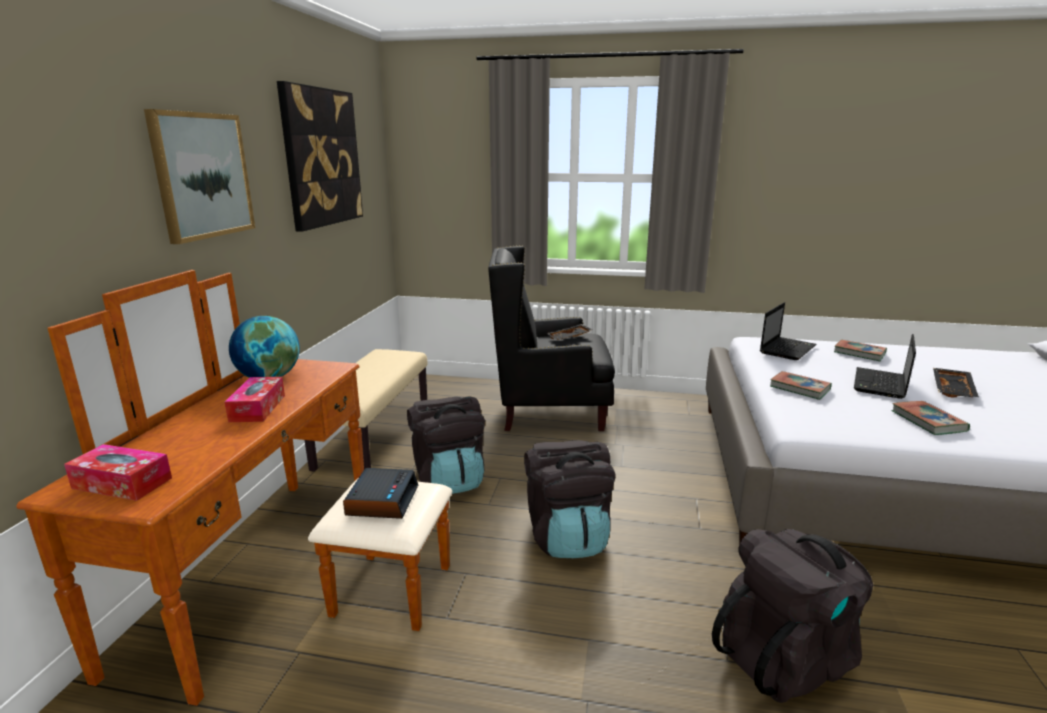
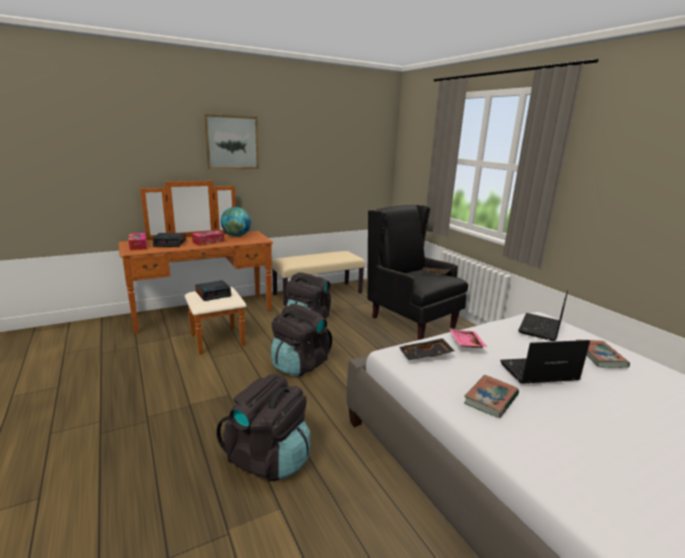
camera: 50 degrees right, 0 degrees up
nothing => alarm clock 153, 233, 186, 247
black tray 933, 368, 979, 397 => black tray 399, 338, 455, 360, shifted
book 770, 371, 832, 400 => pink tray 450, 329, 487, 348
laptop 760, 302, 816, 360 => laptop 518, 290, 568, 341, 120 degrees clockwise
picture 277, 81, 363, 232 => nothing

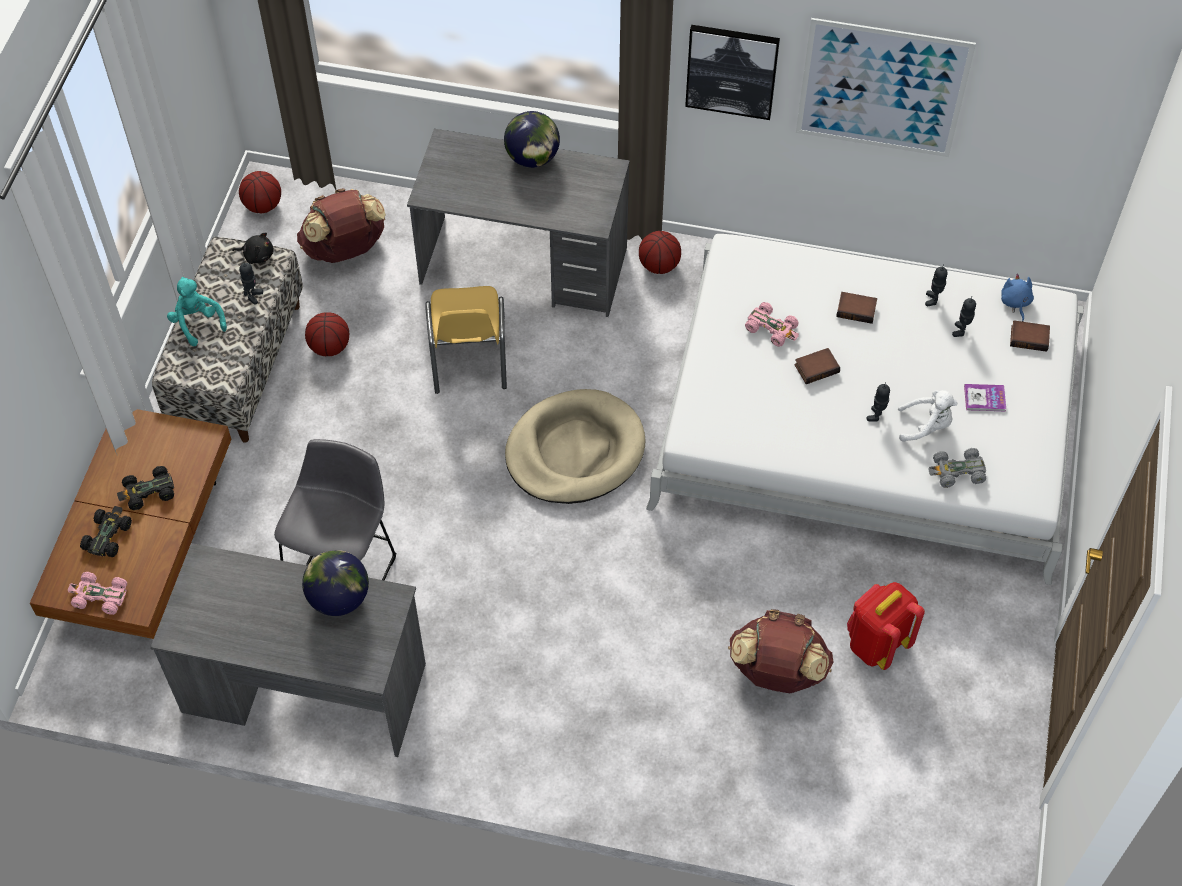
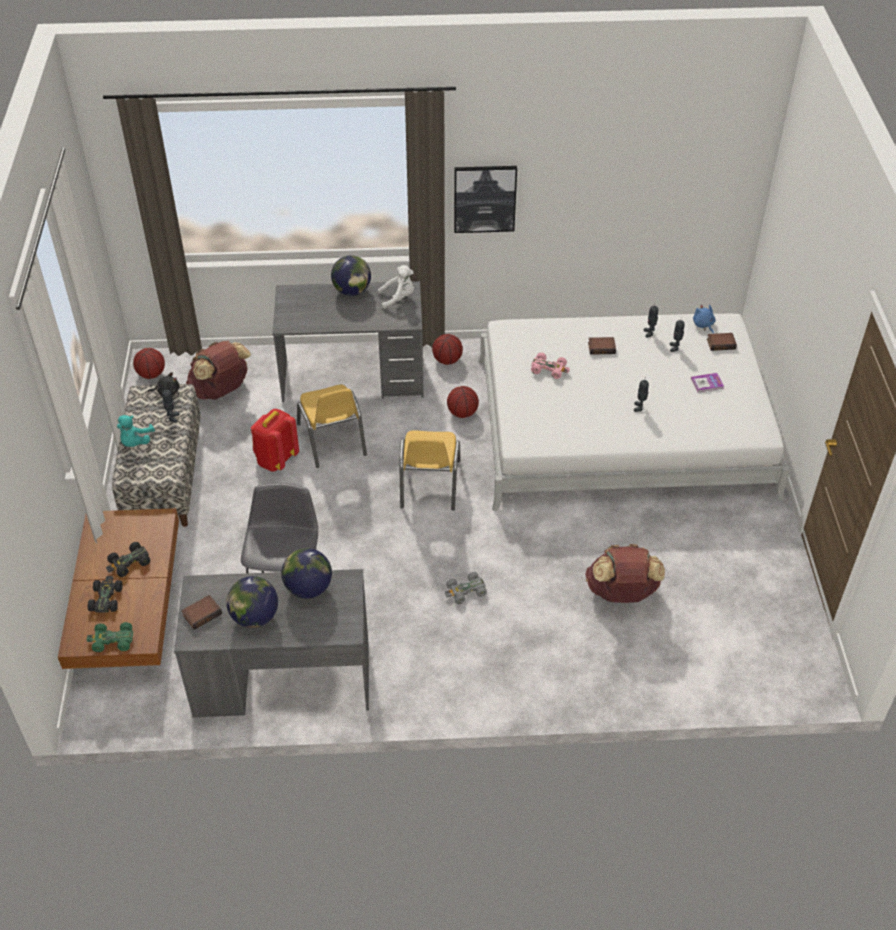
camera: 15 degrees left, 10 degrees down
pink toy car 68, 572, 127, 615 => green toy car 87, 622, 133, 652
turquoise plush toy 167, 277, 227, 346 => turquoise plush toy 117, 415, 155, 447, 120 degrees counterclockwise
book 794, 348, 840, 384 => book 181, 595, 222, 630, shifted
nothing => globe 226, 576, 278, 628
red backpack 847, 582, 925, 670 => red backpack 251, 409, 299, 472, shifted
white plush toy 898, 390, 958, 442 => white plush toy 378, 265, 414, 309, shifted
beige dog bed 505, 389, 646, 504 => yellow chair 399, 430, 460, 511
grey toy car 928, 448, 986, 488 => grey toy car 445, 572, 487, 604, shifted
basketball 305, 312, 349, 356 => basketball 447, 386, 479, 418, shifted
picture 796, 18, 976, 157 => nothing

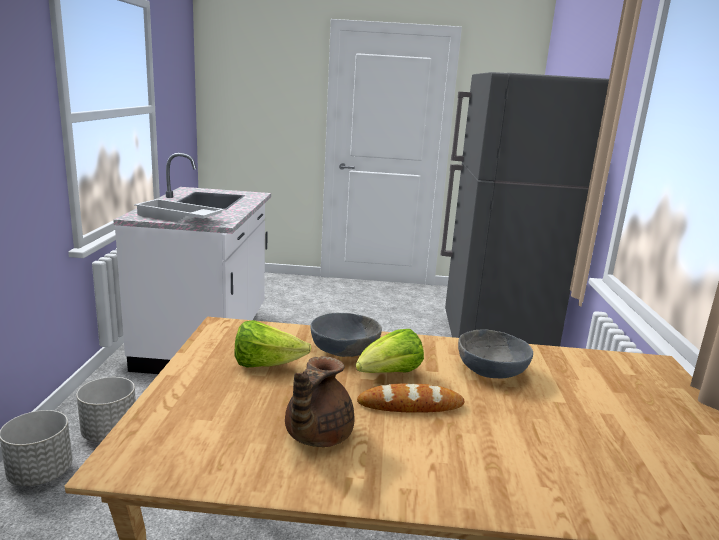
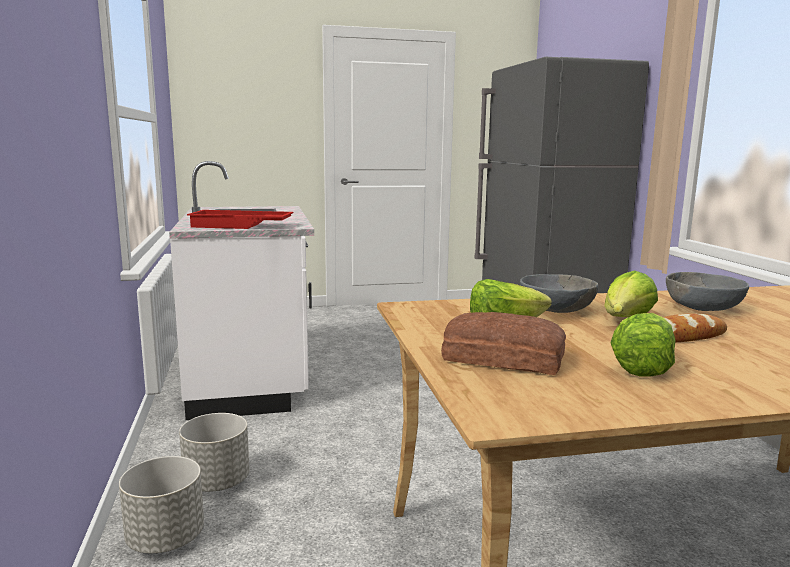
camera: 15 degrees left, 5 degrees down
white tray 134, 199, 224, 222 => red tray 187, 210, 294, 229
nothing => bread 441, 312, 566, 375
brown teapot 285, 356, 354, 447 => lettuce 610, 313, 676, 377

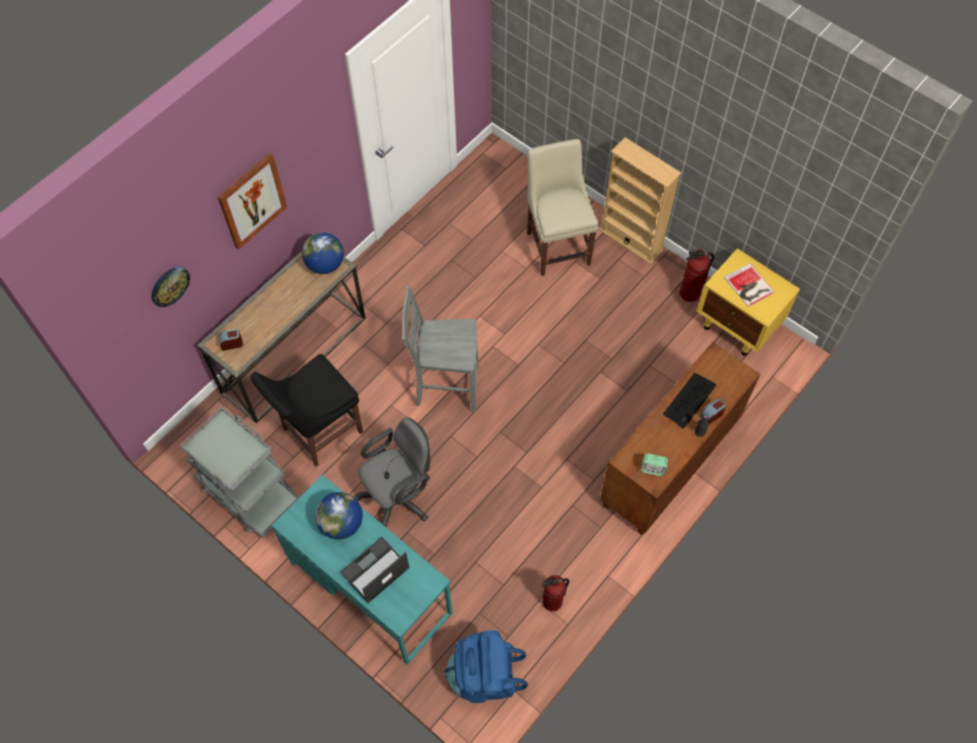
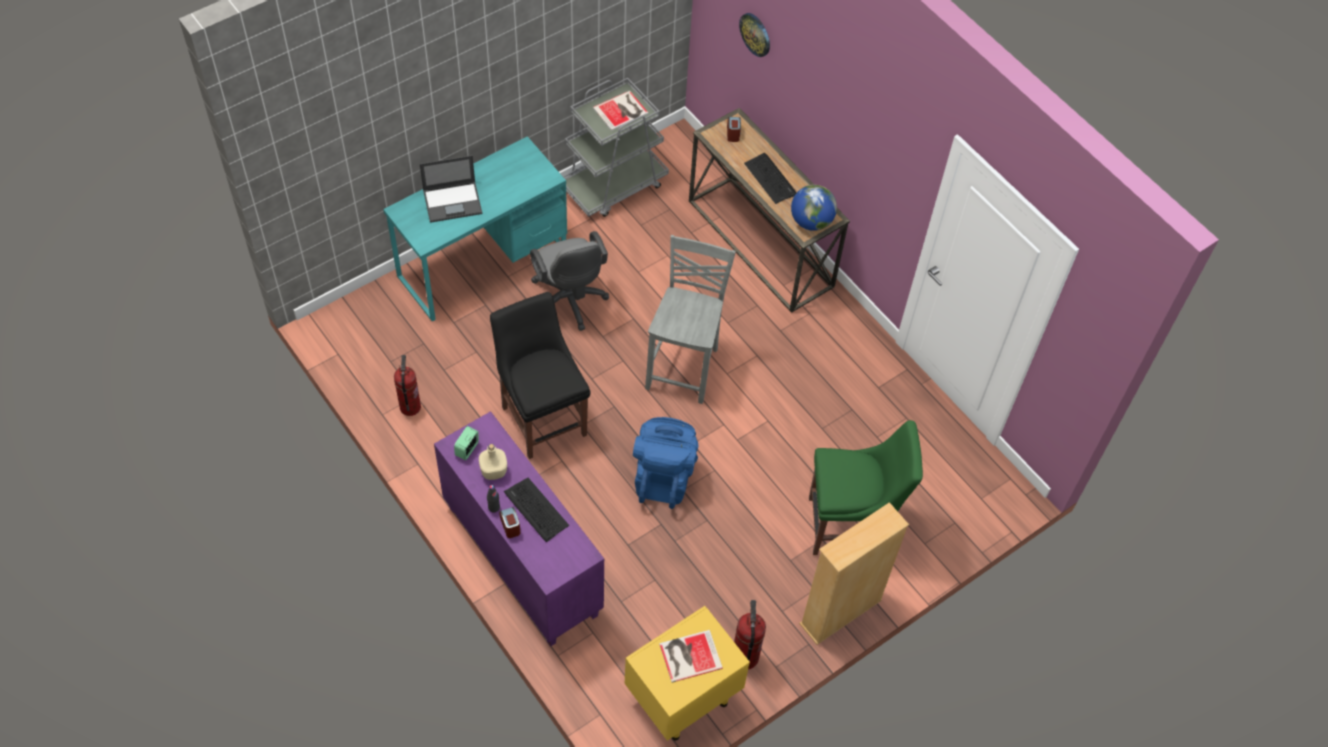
camera: 100 degrees right, 5 degrees down
laptop 340, 537, 410, 603 => laptop 420, 155, 482, 223, 105 degrees clockwise
brown cabinet 600, 342, 760, 535 => purple cabinet 434, 411, 604, 646
nothing => beige bottle 479, 444, 507, 480
black chair 251, 354, 363, 467 => black chair 490, 292, 591, 459, shifted
nothing => book 593, 91, 648, 131
blue backpack 445, 630, 528, 703 => blue backpack 633, 417, 699, 509, shifted
nothing => keyboard 744, 153, 796, 204
beige chair 527, 139, 599, 276 => green chair 809, 420, 923, 555
picture 218, 153, 287, 250 => nothing
globe 315, 492, 363, 539 => nothing

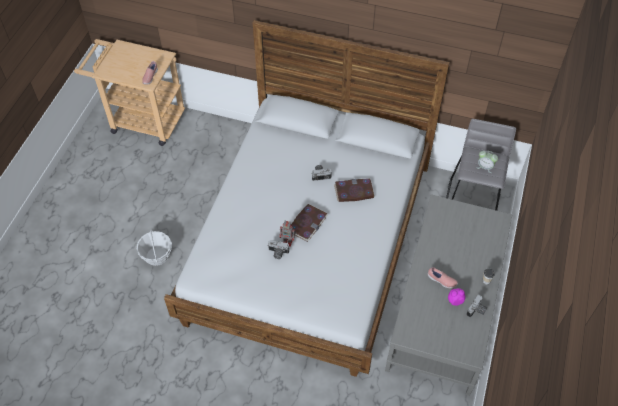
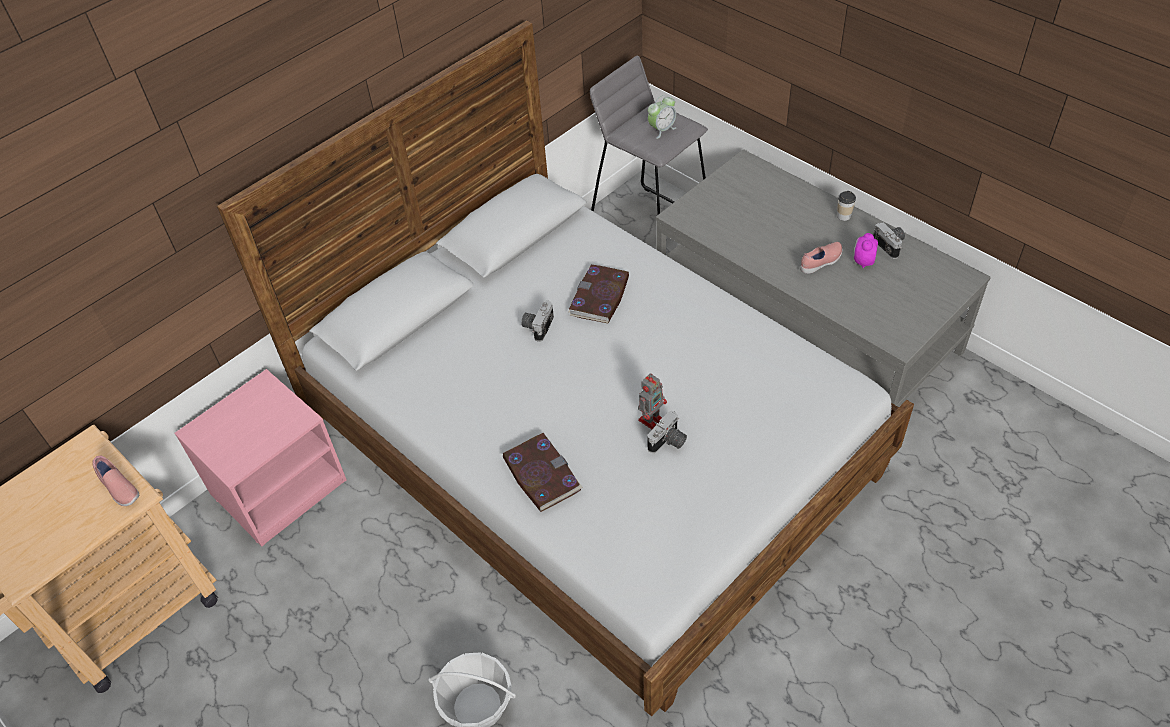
camera: 60 degrees left, 5 degrees down
nothing => pink nightstand 175, 369, 347, 547
book 291, 204, 327, 242 => book 503, 433, 583, 512, shifted

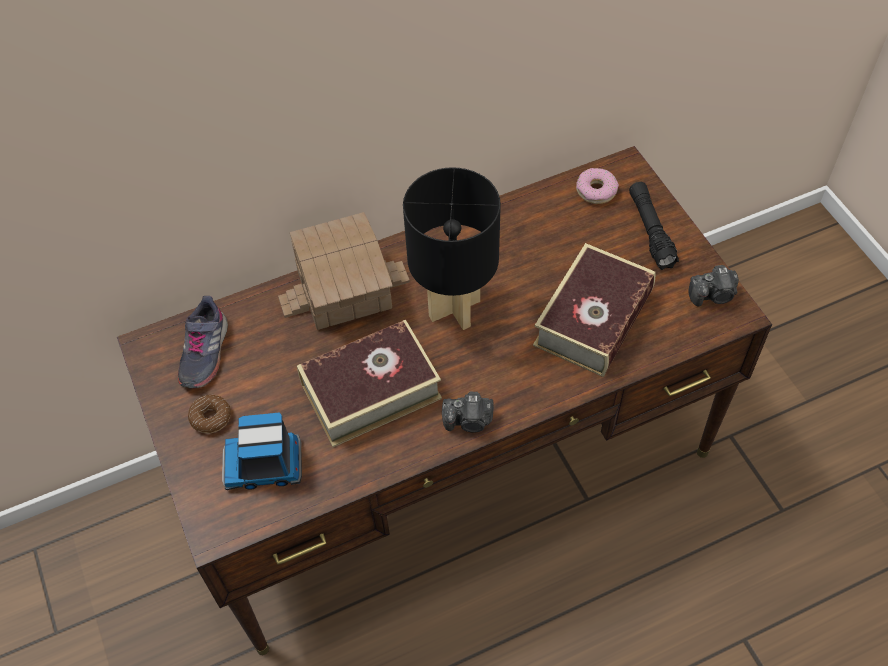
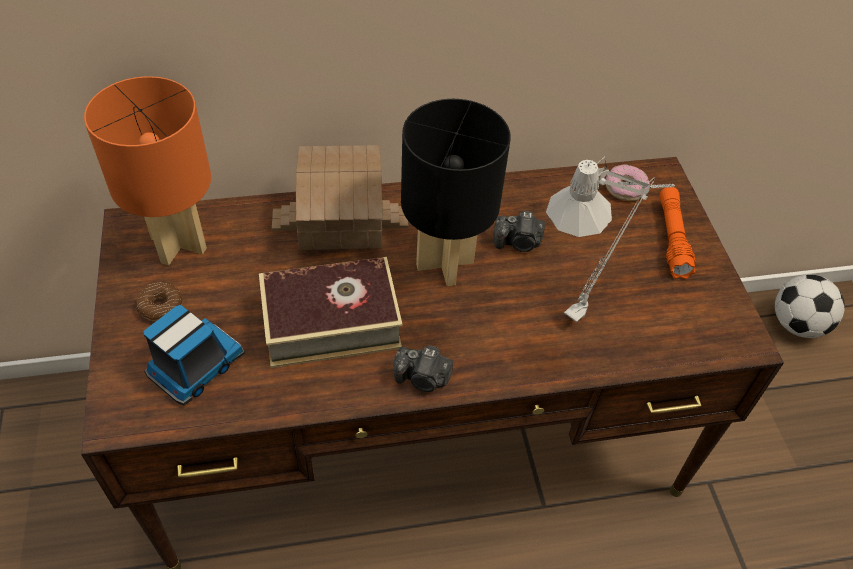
camera: 10 degrees right, 5 degrees down
grey shoe 178, 296, 228, 389 => orange table lamp 84, 76, 211, 265
toy truck 222, 412, 302, 490 => toy truck 143, 305, 245, 406, 120 degrees clockwise
photo camera 688, 265, 739, 307 => photo camera 493, 211, 545, 252, shifted
book 533, 243, 655, 377 => grey table lamp 546, 156, 675, 322
black flashlight 629, 182, 679, 270 => orange flashlight 659, 187, 696, 279
nothing => football 775, 275, 845, 338

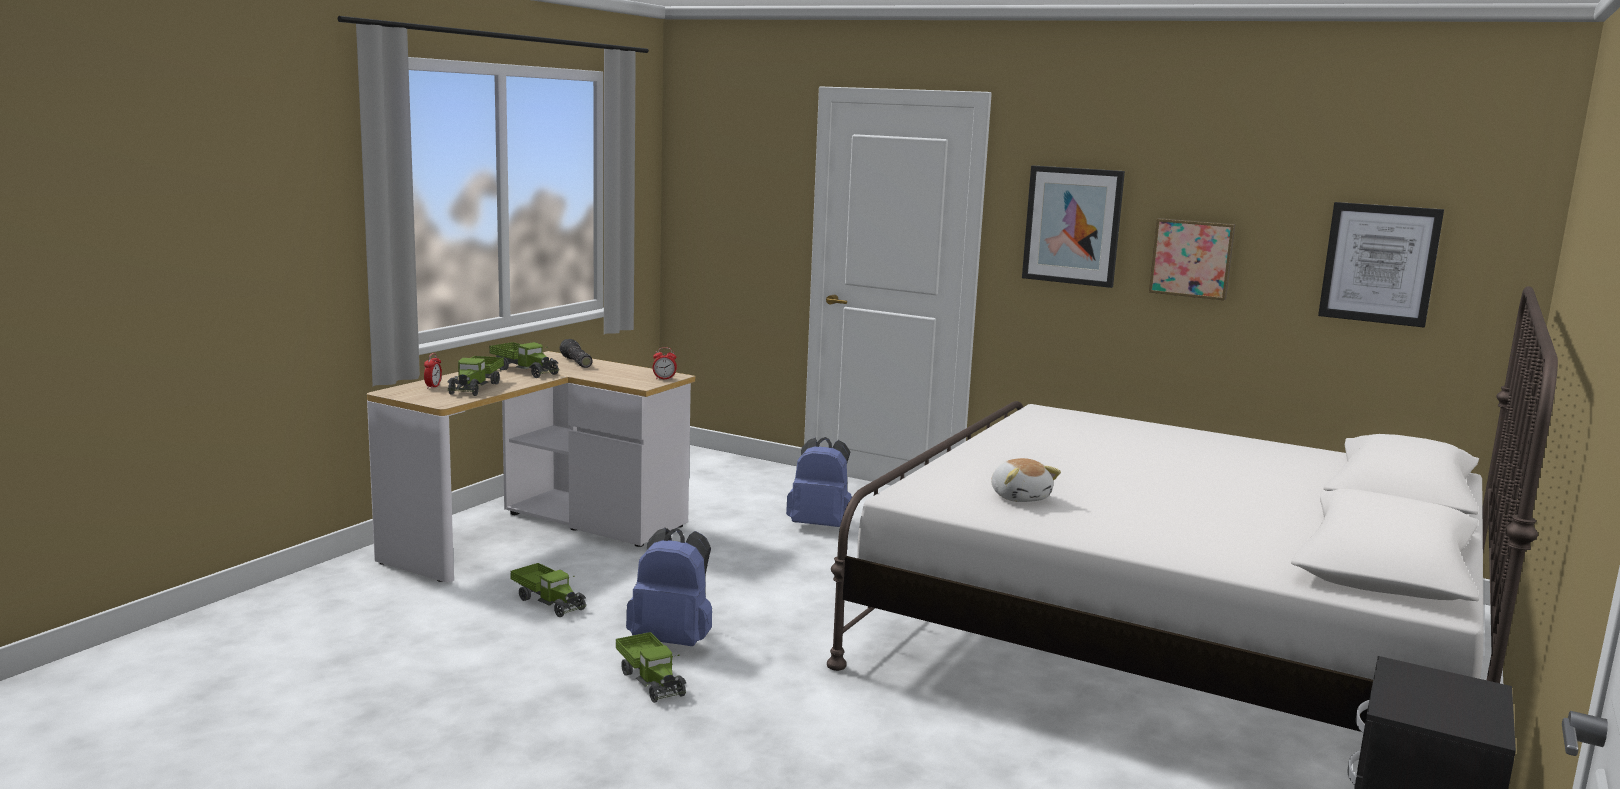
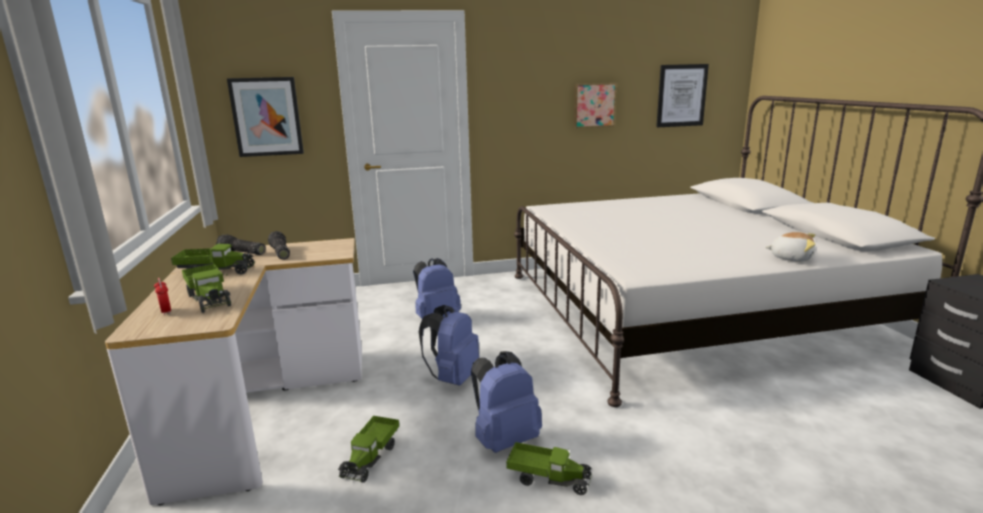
camera: 40 degrees left, 5 degrees up
picture 1022, 165, 1125, 288 => picture 227, 77, 304, 157, shifted
nothing => flashlight 268, 231, 290, 260
toy truck 510, 563, 586, 617 => toy truck 338, 416, 399, 483, 105 degrees clockwise
nothing => blue backpack 419, 305, 479, 386
plush toy 991, 458, 1061, 502 => plush toy 765, 232, 815, 262, shifted
alarm clock 653, 347, 677, 380 => nothing

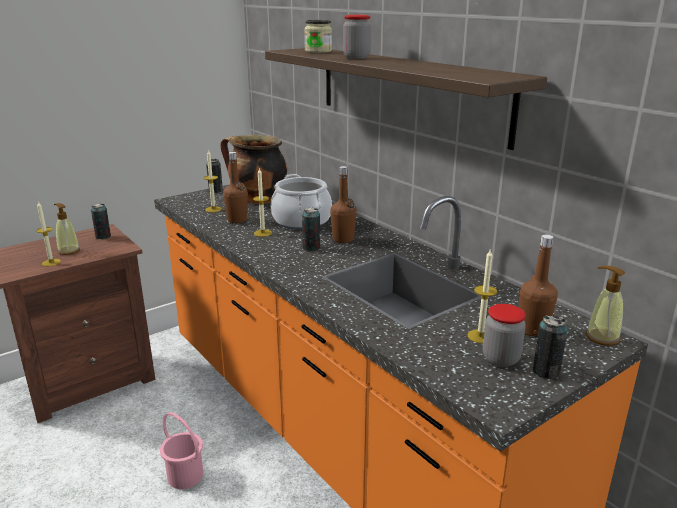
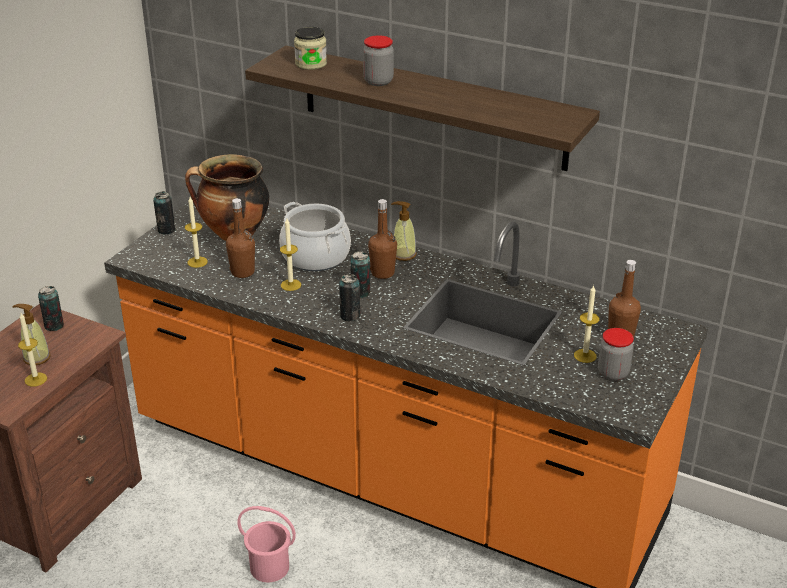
camera: 25 degrees left, 10 degrees up
can 533, 315, 568, 379 => can 339, 274, 360, 322, shifted
soap dispenser 586, 266, 625, 346 => soap dispenser 391, 201, 417, 261, shifted

